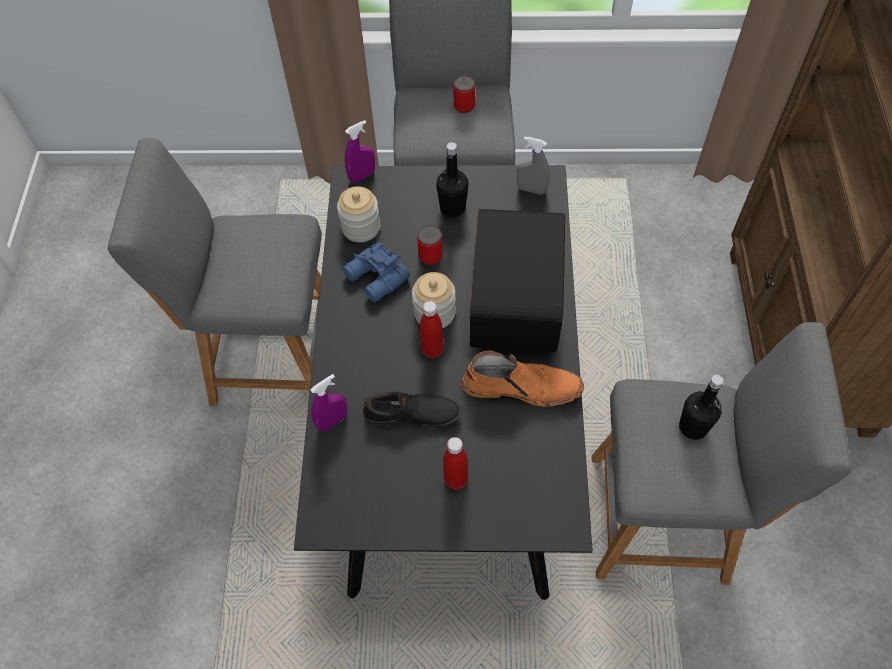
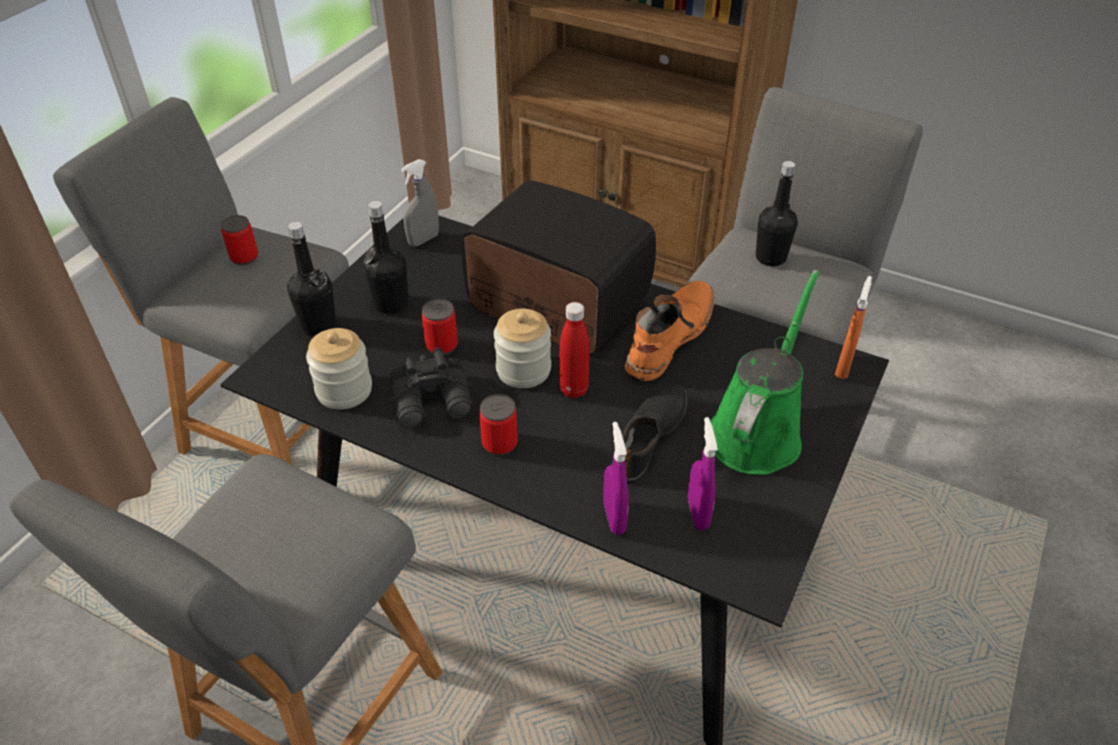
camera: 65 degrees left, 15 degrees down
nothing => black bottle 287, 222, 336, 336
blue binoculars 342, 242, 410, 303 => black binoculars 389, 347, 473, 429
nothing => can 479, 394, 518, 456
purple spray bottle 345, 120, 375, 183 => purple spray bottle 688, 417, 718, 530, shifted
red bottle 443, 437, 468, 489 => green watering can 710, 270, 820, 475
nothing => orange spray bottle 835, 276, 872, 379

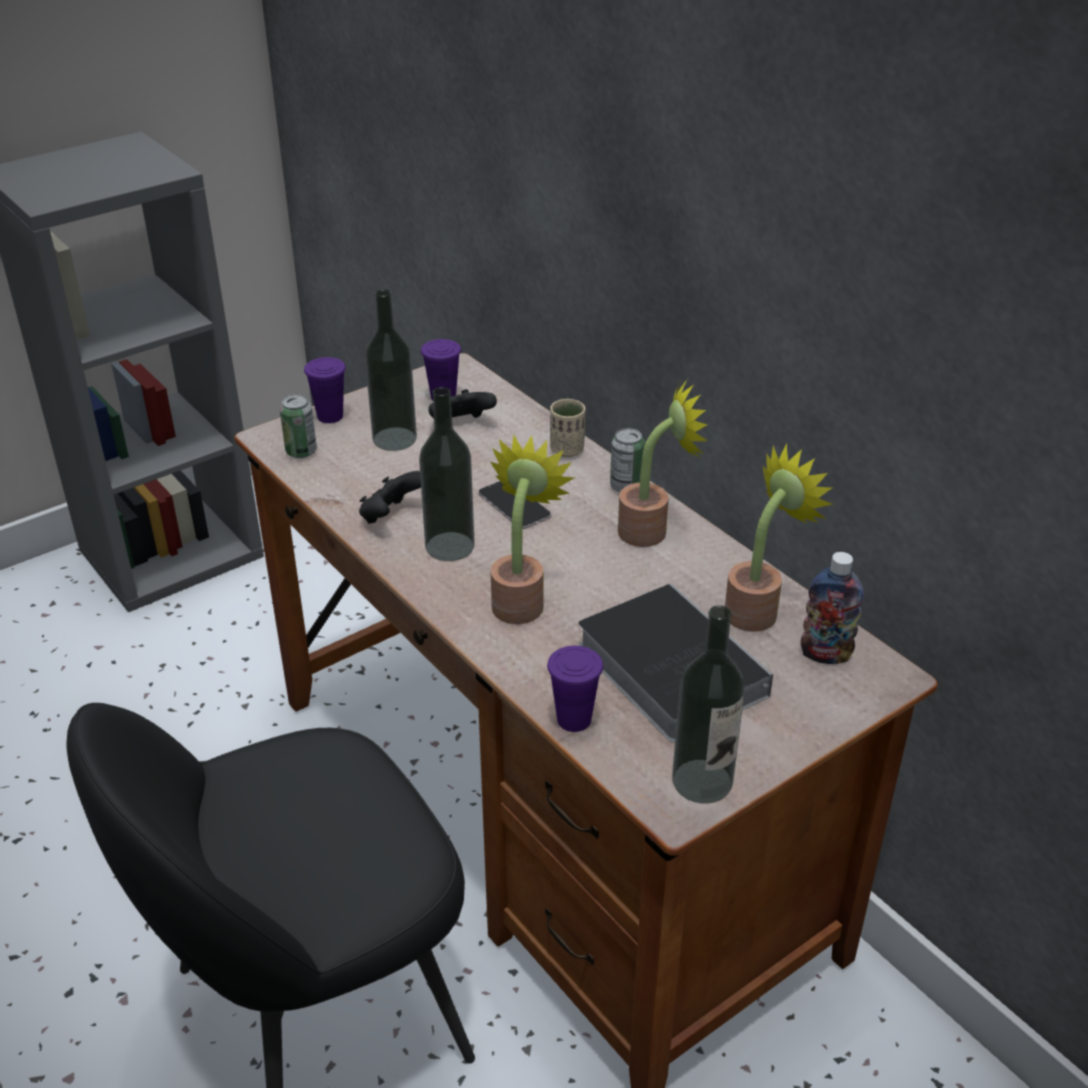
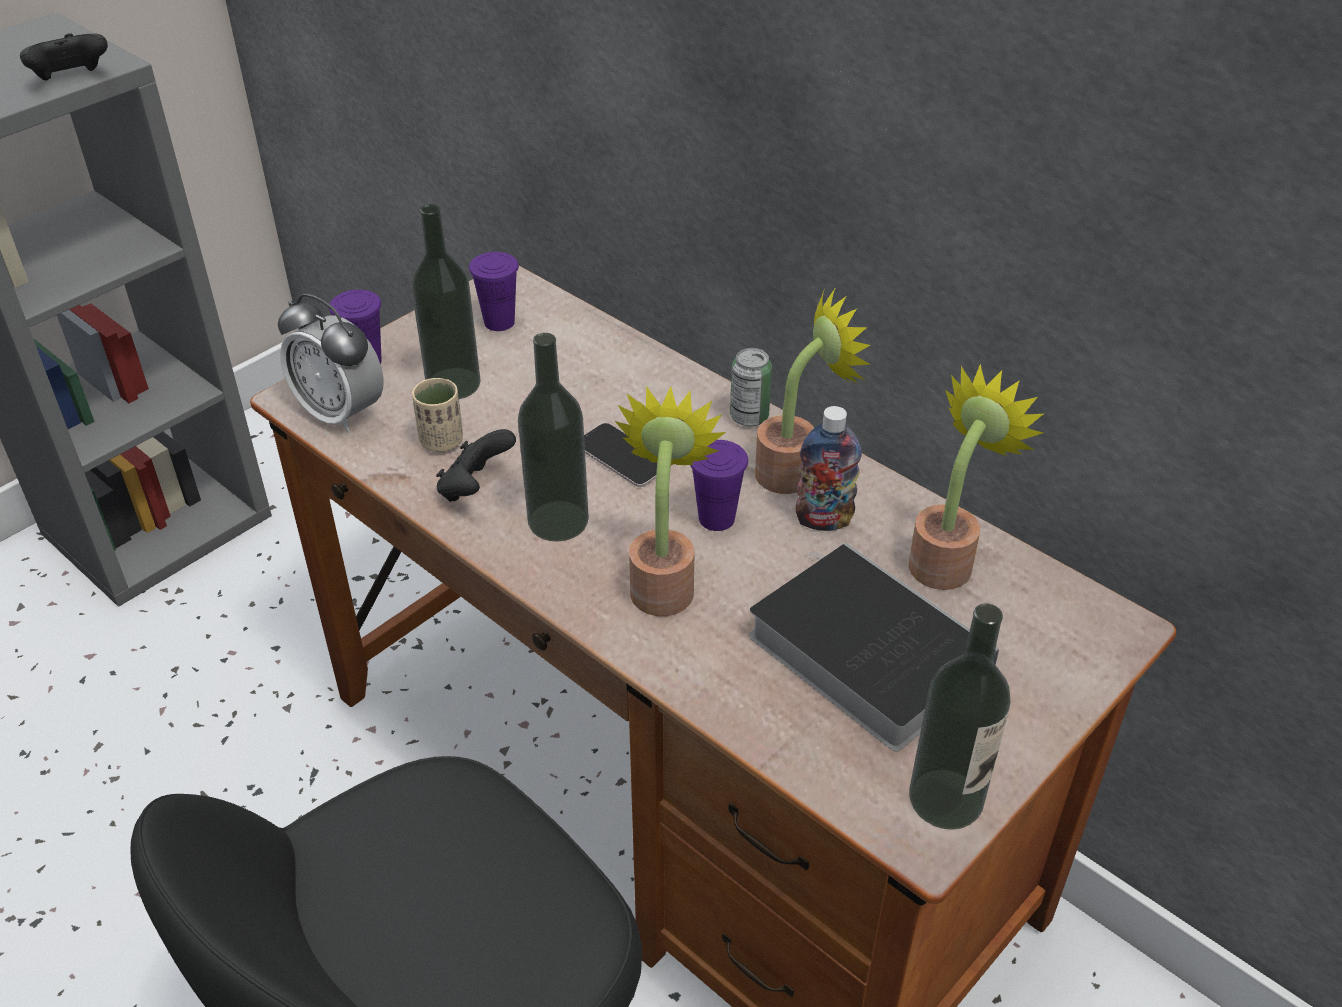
camera: 10 degrees left, 5 degrees up
black game controller 428, 389, 497, 419 => black game controller 20, 33, 108, 80, shifted
can 280, 394, 317, 458 => alarm clock 278, 294, 384, 433
beige cup 550, 399, 586, 457 => beige cup 412, 378, 463, 452, shifted
purple cup 547, 646, 603, 732 => purple cup 690, 440, 748, 531, shifted
bottle 801, 552, 864, 664 => bottle 795, 406, 862, 531, shifted

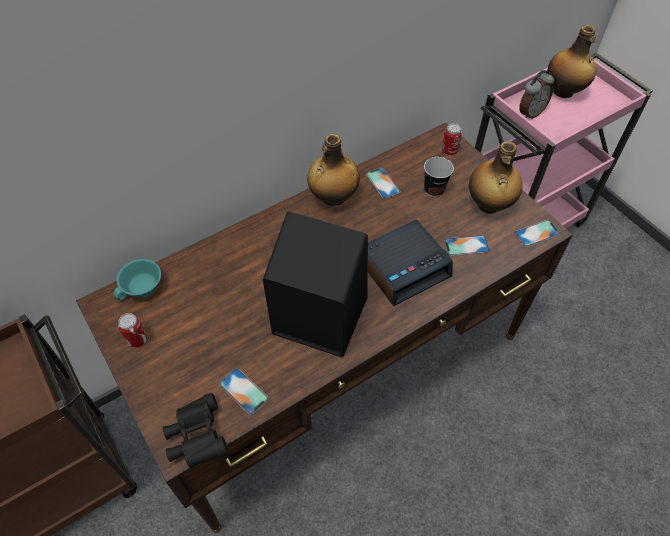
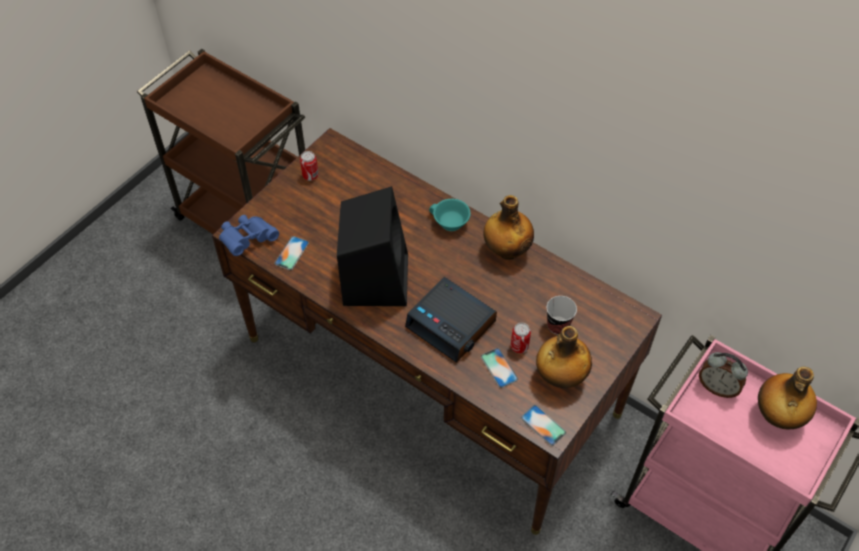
camera: 70 degrees right, 0 degrees up
black binoculars 162, 393, 228, 468 => blue binoculars 219, 215, 279, 256
turquoise cup 113, 259, 161, 300 => turquoise cup 429, 199, 471, 231, shifted
can 442, 123, 462, 155 => can 511, 323, 531, 353, shifted
phone 366, 167, 401, 199 => nothing

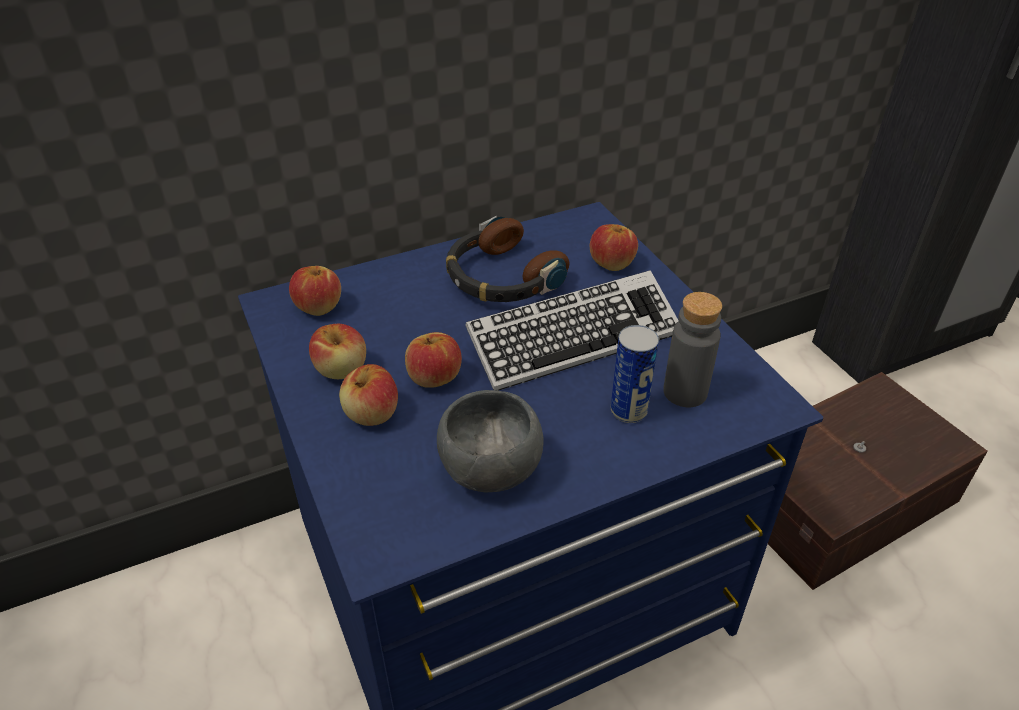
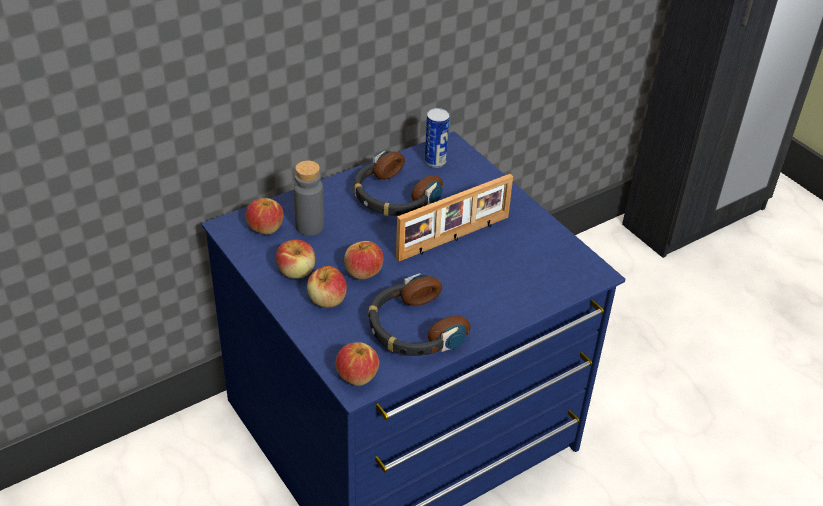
camera: 10 degrees left, 0 degrees up
grey bottle 663, 292, 722, 407 => grey bottle 293, 161, 324, 236, shifted
apple 590, 224, 638, 271 => apple 336, 342, 379, 386, shifted
grey bowl 437, 390, 544, 492 => headphones 368, 273, 471, 356
keyboard 465, 270, 679, 391 => picture frame 396, 174, 513, 261
can 611, 325, 659, 423 => can 425, 108, 450, 168, shifted
brown storage box 768, 372, 988, 590 => nothing

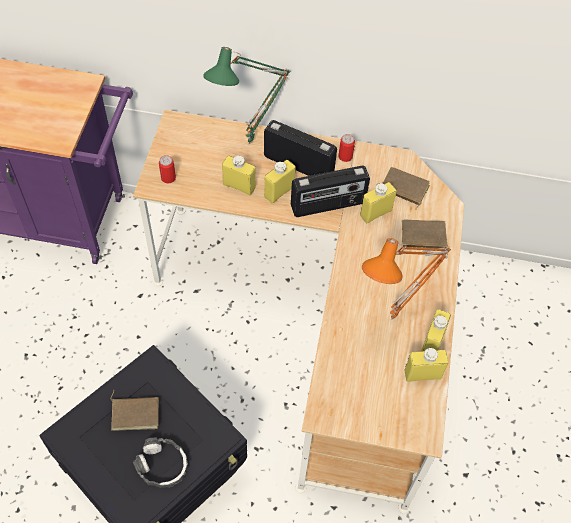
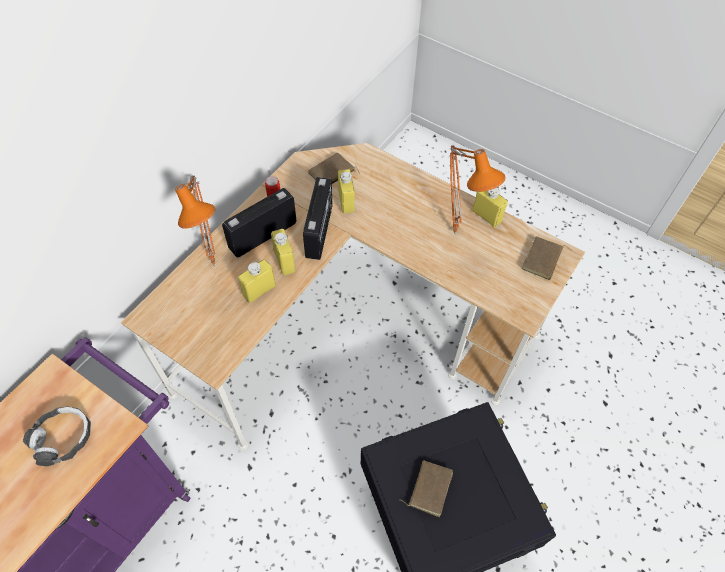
camera: 65 degrees left, 0 degrees up
headphones 133, 438, 188, 488 => headphones 23, 406, 91, 466, shifted
green table lamp 203, 47, 291, 145 => orange table lamp 175, 175, 216, 265
brown book 402, 220, 450, 256 => brown book 521, 236, 572, 280, shifted
can 159, 155, 176, 184 => nothing
yellow bottle 404, 347, 449, 382 => nothing

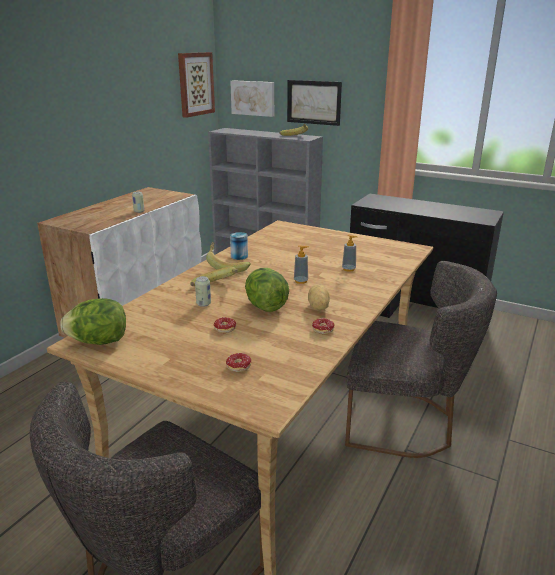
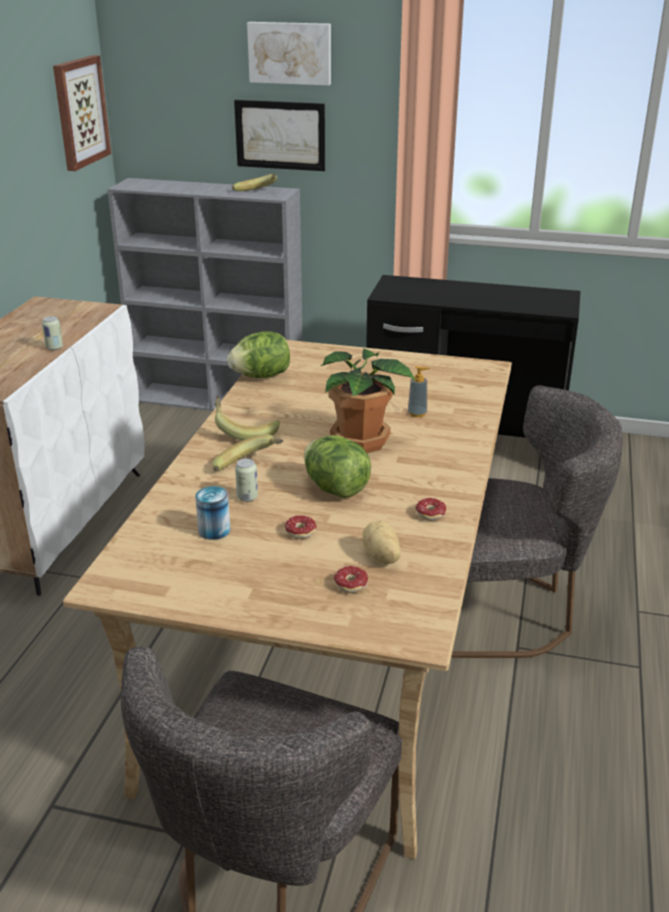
camera: 15 degrees left, 5 degrees up
can 230, 232, 248, 260 => can 195, 486, 231, 540, shifted
lettuce 60, 298, 126, 345 => lettuce 227, 331, 290, 378, shifted
picture 230, 80, 274, 117 => picture 247, 22, 331, 85, shifted
soap dispenser 294, 245, 309, 284 => potted plant 321, 348, 416, 453
potato 308, 284, 330, 310 => potato 363, 521, 401, 564, shifted

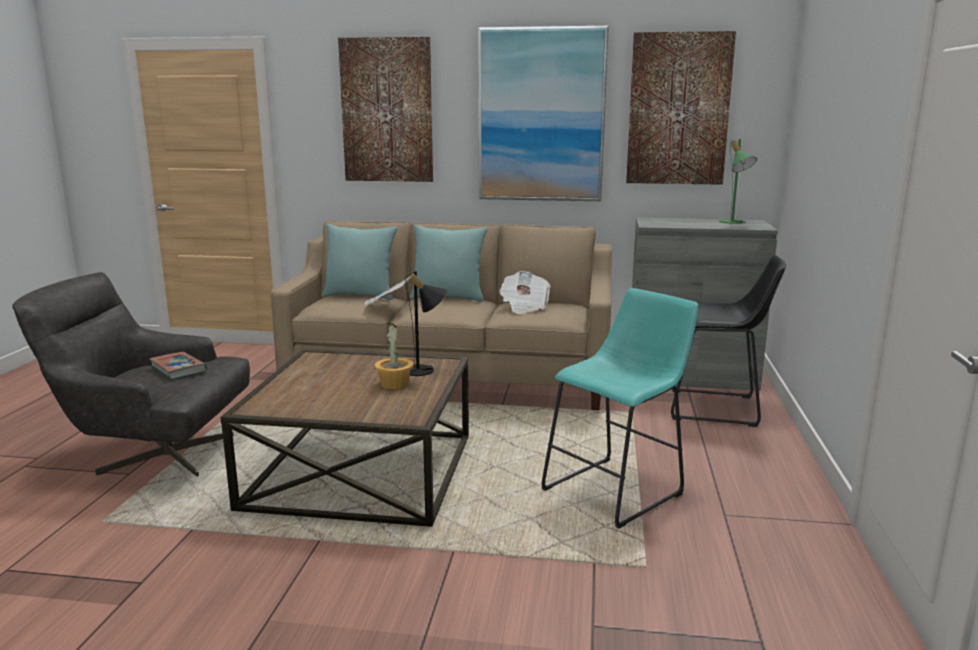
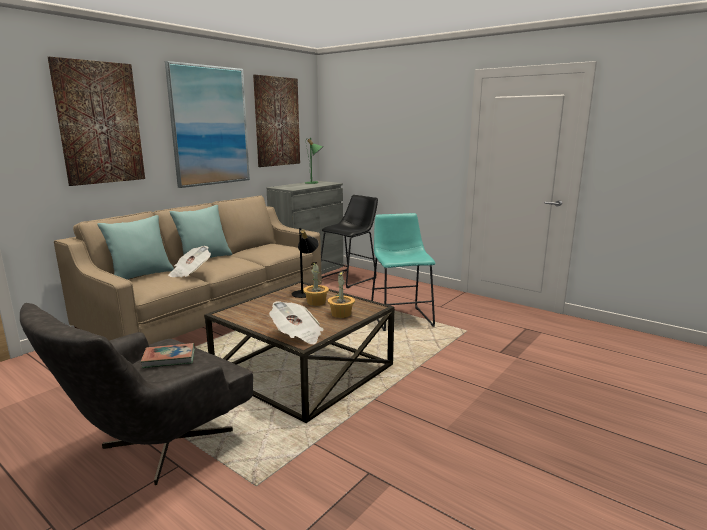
camera: 60 degrees left, 0 degrees up
newspaper 499, 271, 550, 314 => newspaper 269, 301, 323, 344, shifted
nothing => potted plant 328, 271, 355, 318

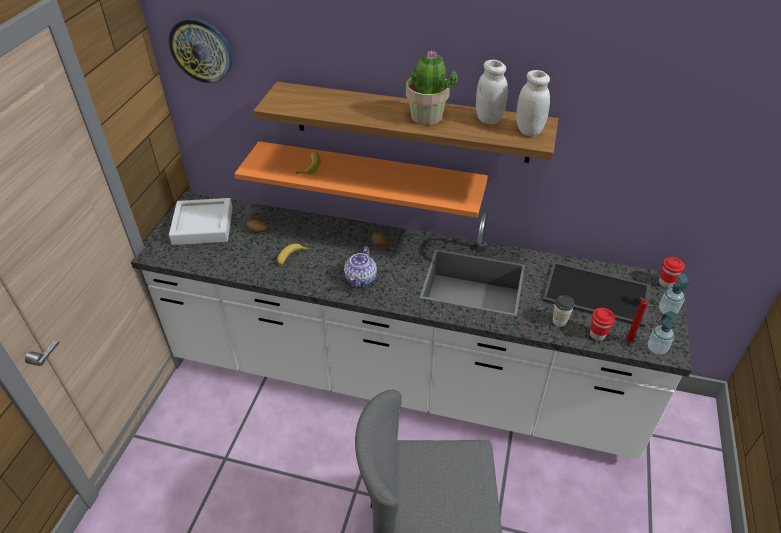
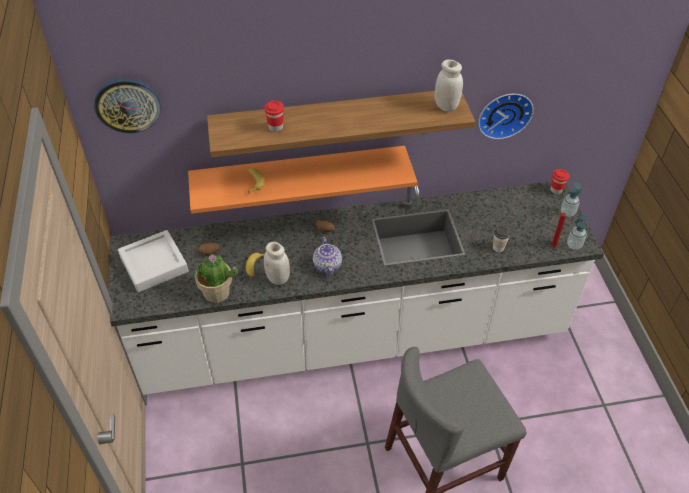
camera: 25 degrees left, 5 degrees up
potted plant 406, 50, 457, 125 => potted plant 195, 254, 238, 303, shifted
red cup 590, 308, 615, 341 => red cup 264, 100, 284, 132, shifted
white jar 476, 60, 508, 124 => white jar 264, 242, 290, 285, shifted
nothing => wall clock 478, 94, 534, 139
tray 542, 261, 650, 327 => nothing

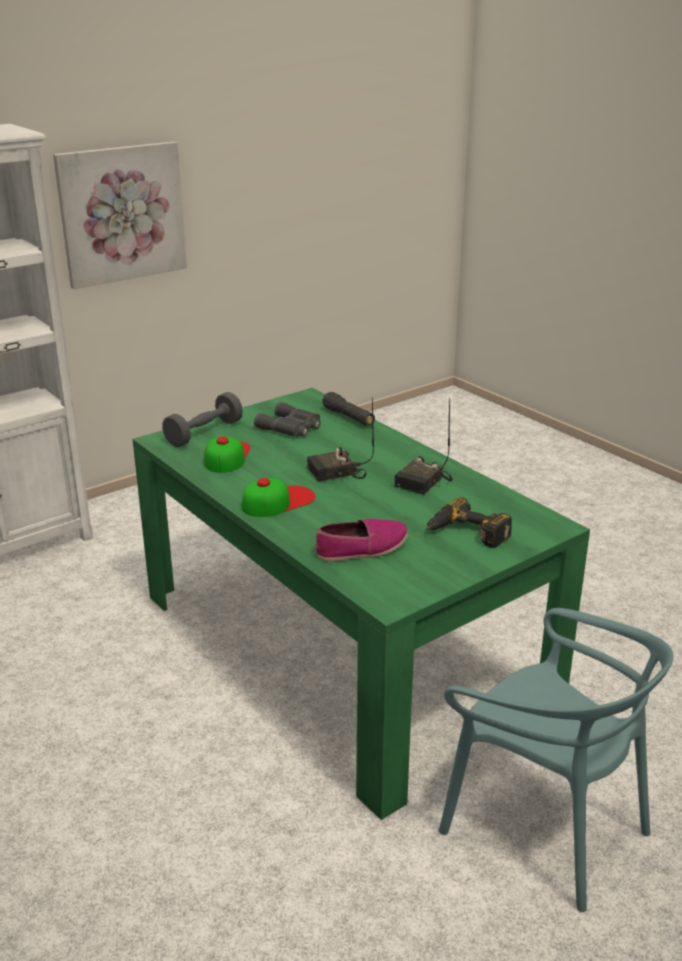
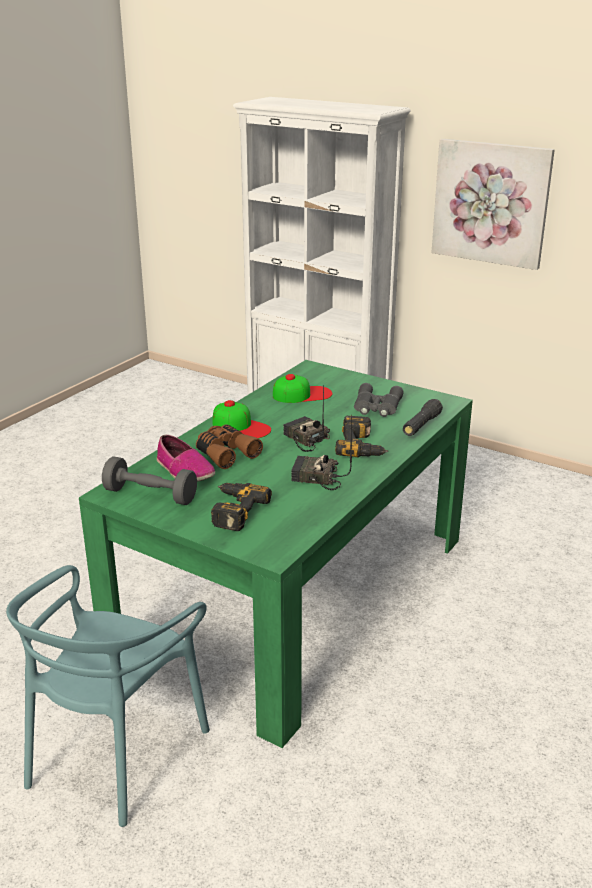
camera: 70 degrees right, 0 degrees up
grey dumbbell 162, 392, 243, 447 => grey dumbbell 102, 456, 197, 505, shifted
nothing => brown binoculars 196, 424, 263, 469
nothing => power drill 335, 416, 388, 457

